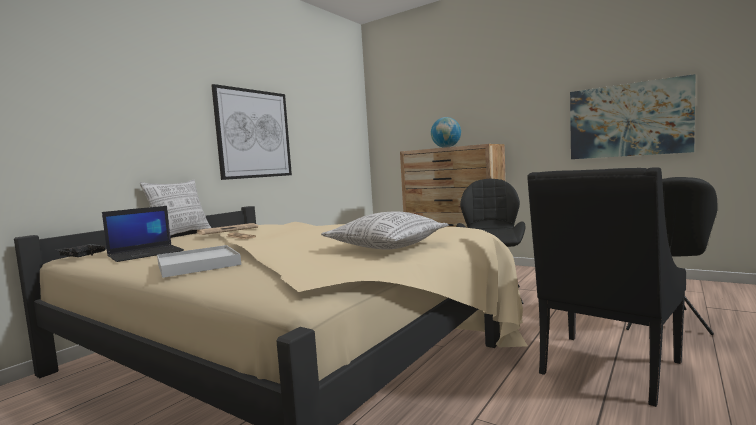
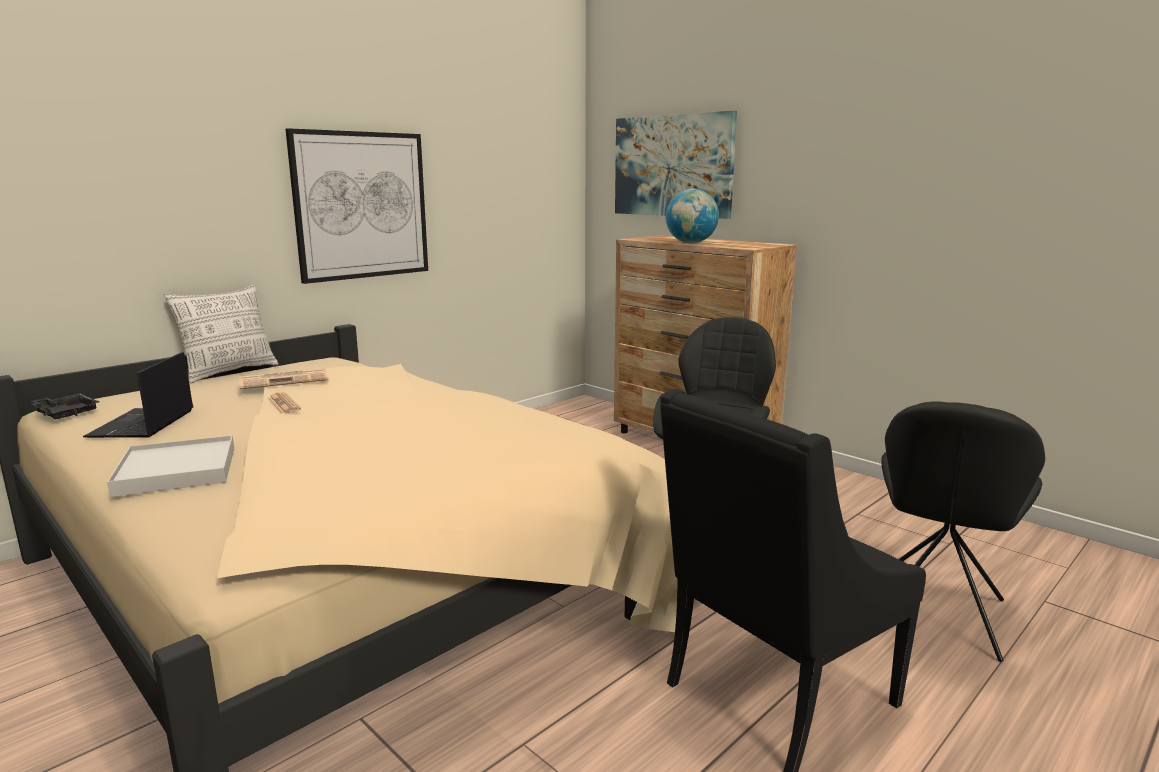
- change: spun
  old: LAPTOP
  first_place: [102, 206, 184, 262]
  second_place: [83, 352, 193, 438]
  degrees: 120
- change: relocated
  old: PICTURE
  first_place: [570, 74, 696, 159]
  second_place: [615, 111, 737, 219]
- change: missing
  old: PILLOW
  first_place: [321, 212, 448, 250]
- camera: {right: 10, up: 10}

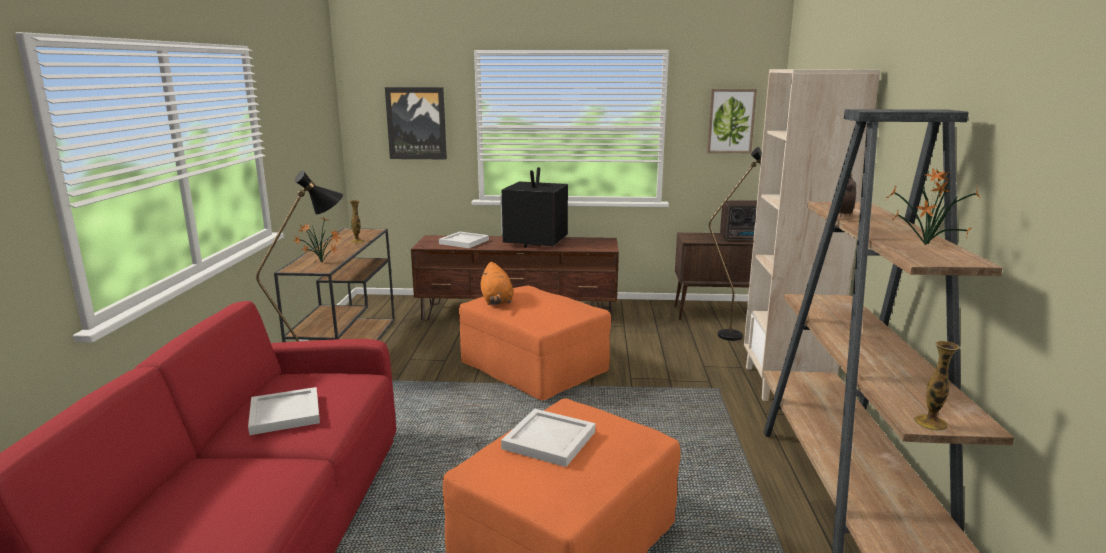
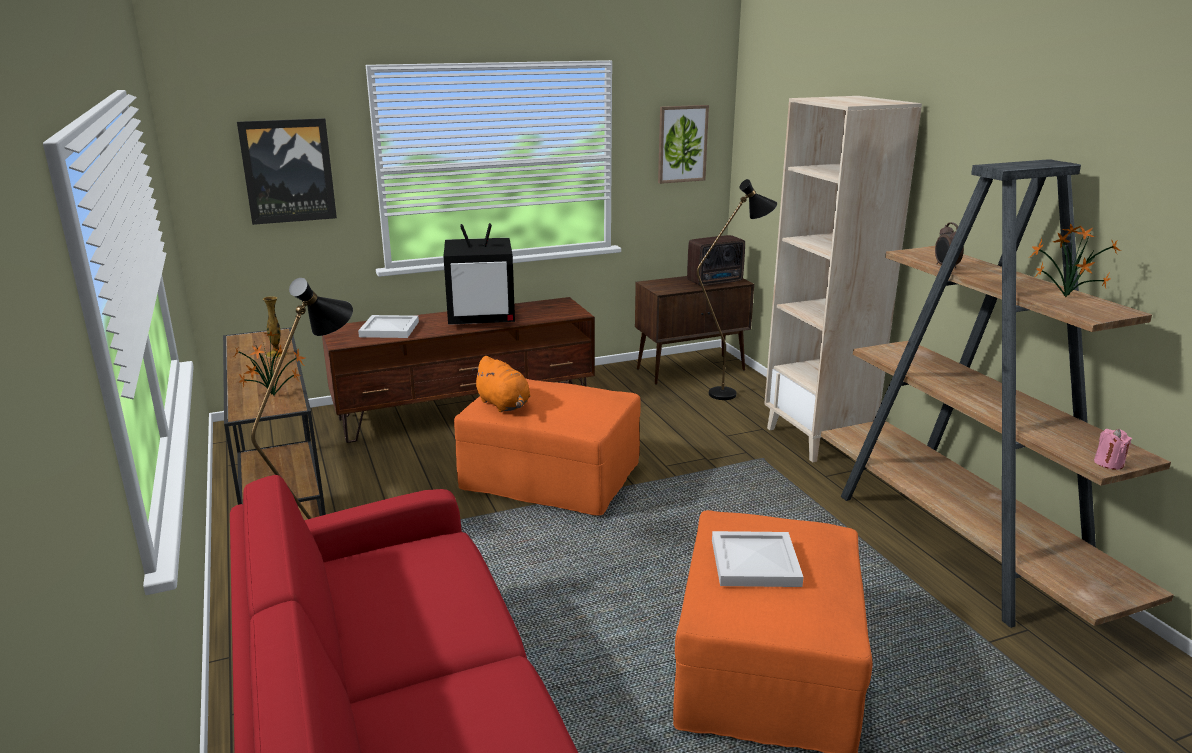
- change: spun
  old: TELEVISION
  first_place: [501, 167, 568, 248]
  second_place: [443, 223, 515, 325]
  degrees: -90
- change: exchanged
  old: VASE
  new: PINK CANDLE
  first_place: [914, 341, 960, 431]
  second_place: [1094, 429, 1132, 470]
- change: missing
  old: WHITE TRAY
  first_place: [248, 387, 320, 435]
- camera: {right: -25, up: 5}

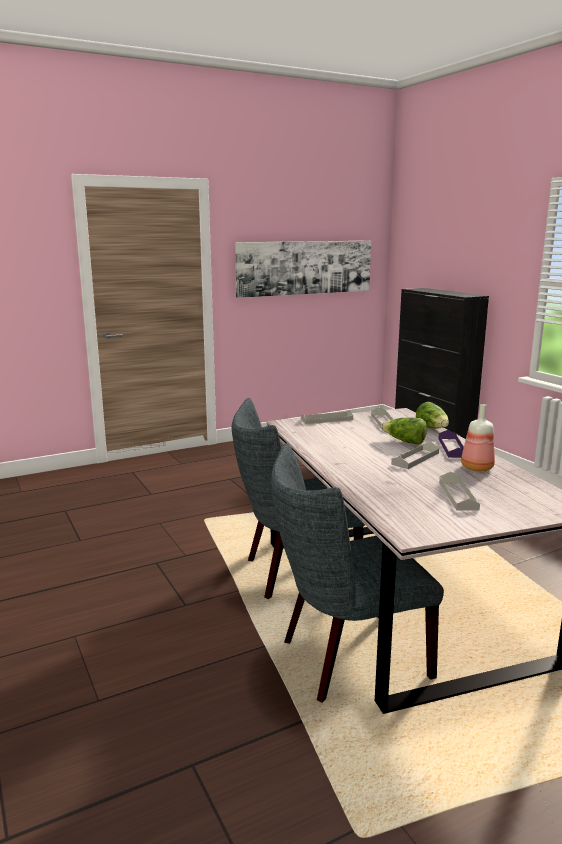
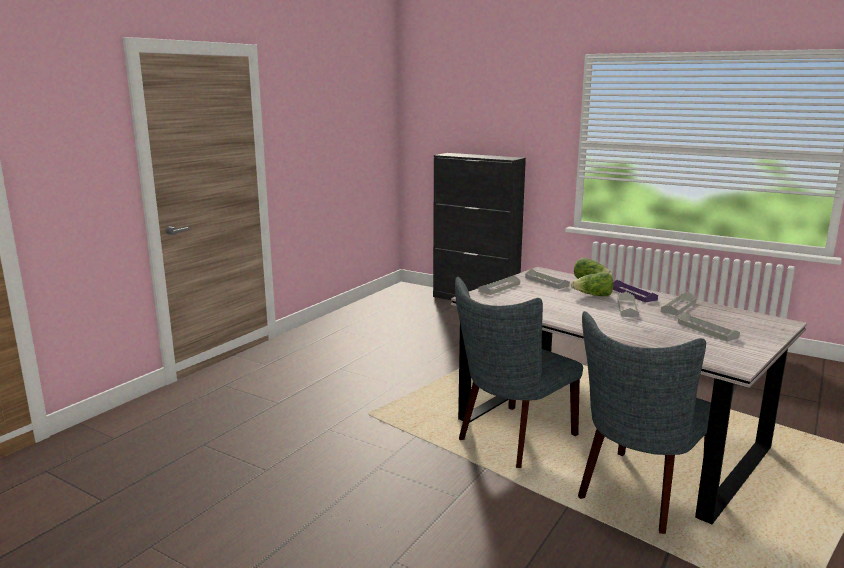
- change: exchanged
  old: BOTTLE
  new: GREY TRAY
  first_place: [461, 404, 495, 471]
  second_place: [661, 292, 697, 316]
- change: missing
  old: PICTURE
  first_place: [235, 241, 371, 298]
- camera: {right: -30, up: 0}

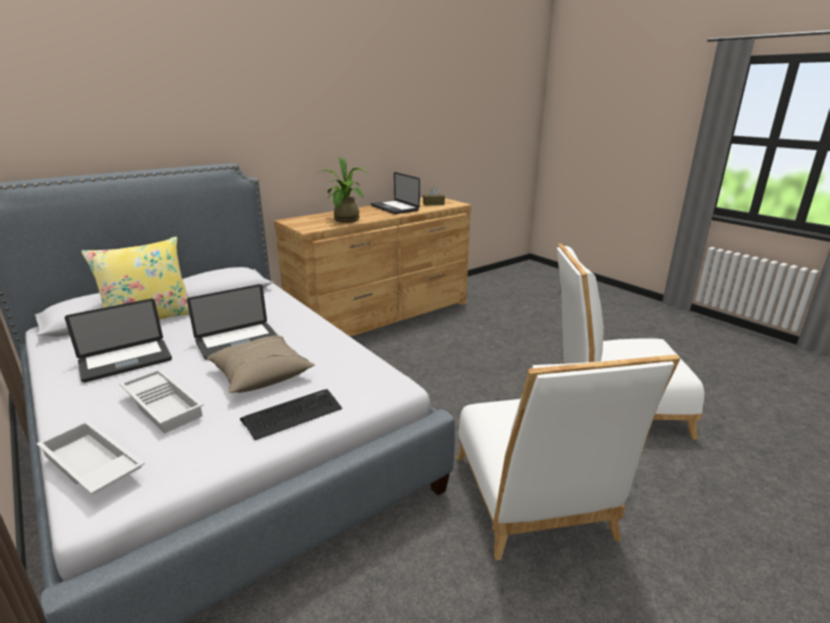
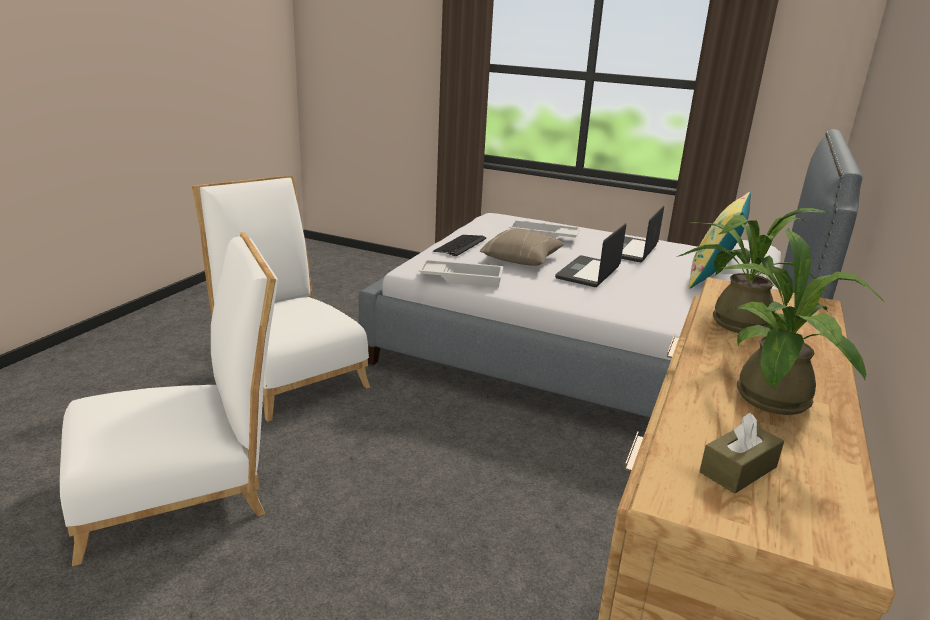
- change: relocated
  old: WHITE TRAY
  first_place: [36, 420, 145, 494]
  second_place: [419, 259, 504, 288]
- change: exchanged
  old: LAPTOP
  new: POTTED PLANT
  first_place: [371, 172, 420, 214]
  second_place: [719, 228, 884, 415]
- camera: {right: 150, up: 0}

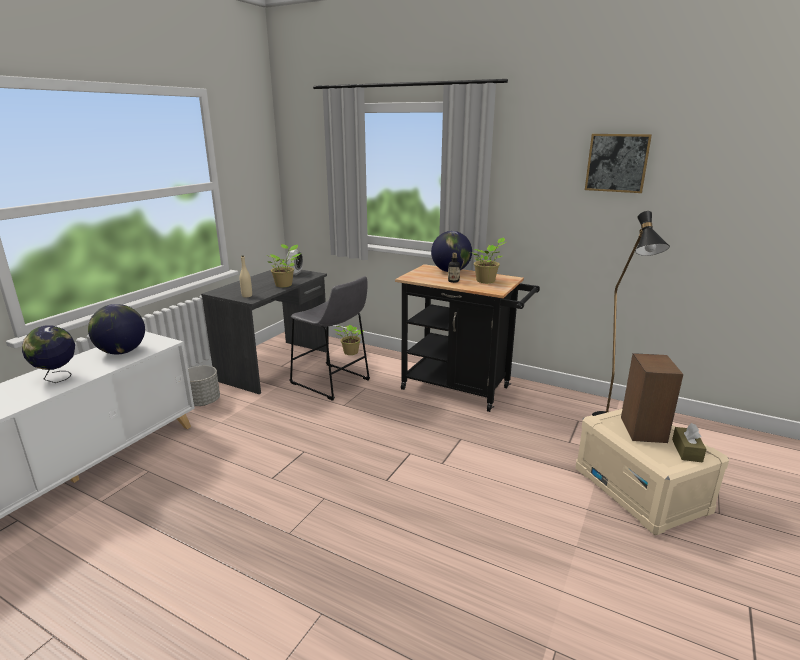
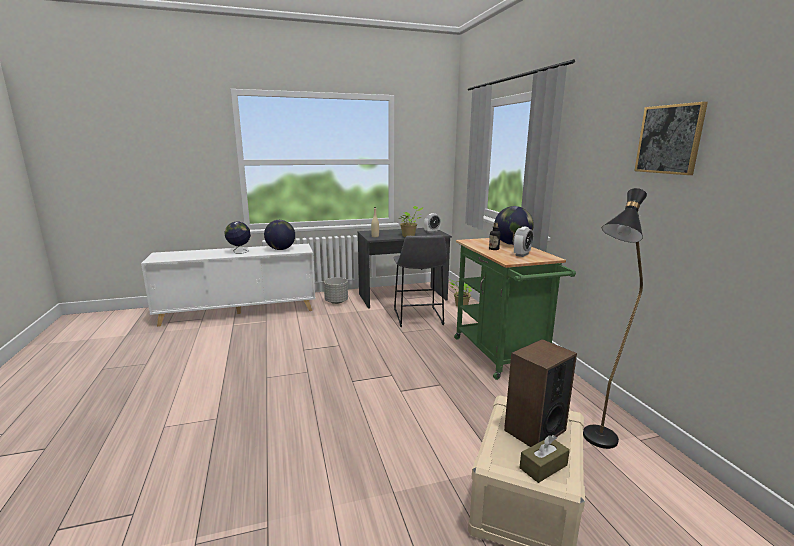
- change: colour
  old: BLACK CART
  new: GREEN CART
  first_place: [395, 264, 540, 412]
  second_place: [454, 238, 576, 380]
- change: exchanged
  old: POTTED PLANT
  new: ALARM CLOCK
  first_place: [471, 238, 506, 283]
  second_place: [513, 227, 534, 257]
- camera: {right: 45, up: -5}

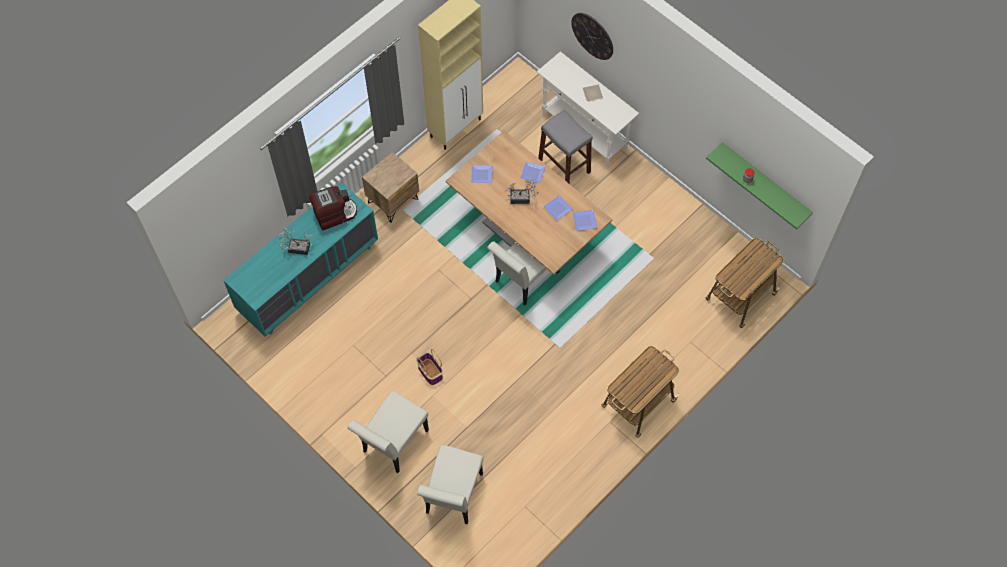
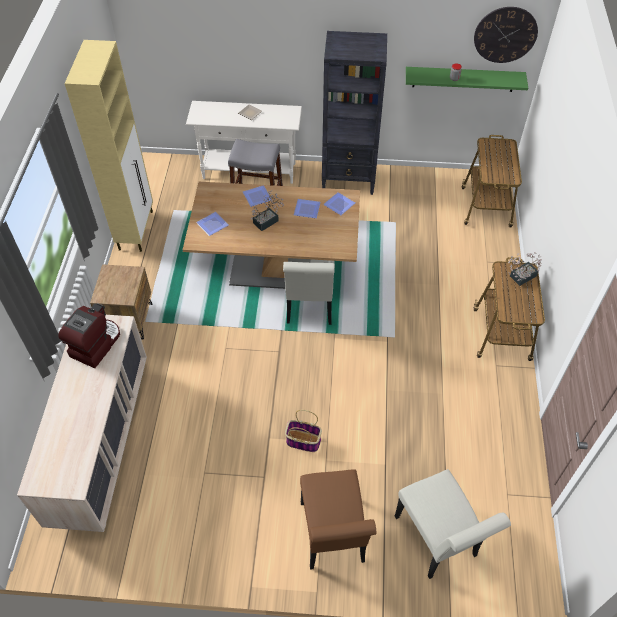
- change: colour
  old: TURQUOISE DRESSER
  new: BEIGE DRESSER
  first_place: [223, 182, 378, 336]
  second_place: [17, 315, 147, 532]
- change: colour
  old: WHITE CHAIR
  new: BROWN CHAIR
  first_place: [347, 391, 429, 473]
  second_place: [300, 470, 377, 570]
- change: appeared
  new: BLACK BOOKCASE
  second_place: [322, 31, 387, 195]
- change: relocated
  old: WALL CLOCK
  first_place: [571, 13, 613, 60]
  second_place: [474, 7, 538, 63]
- change: relocated
  old: POTTED PLANT
  first_place: [279, 227, 313, 255]
  second_place: [508, 252, 542, 286]
- camera: {right: -40, up: -10}

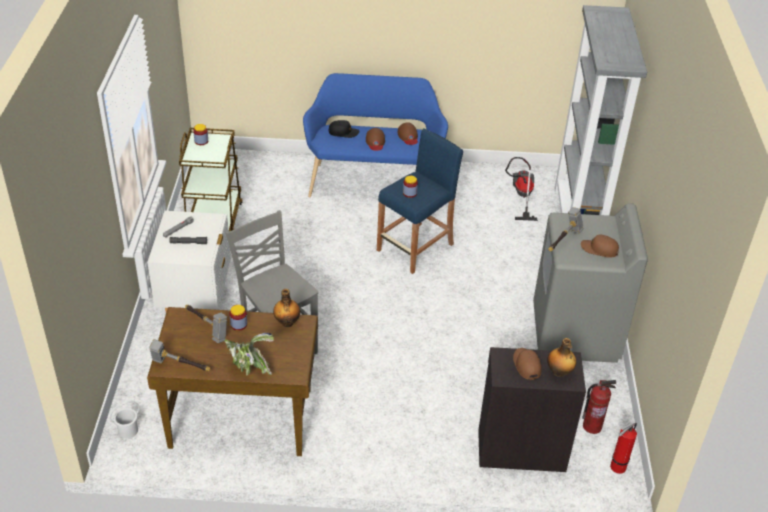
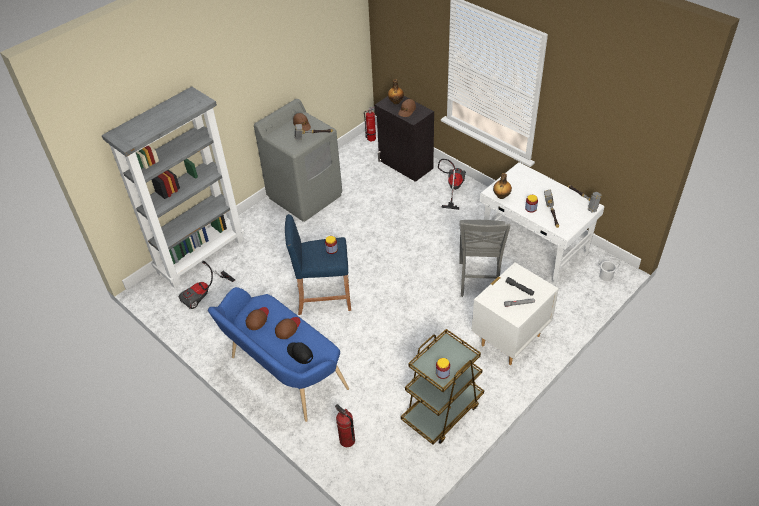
- change: relocated
  old: FIRE EXTINGUISHER
  first_place: [582, 380, 616, 434]
  second_place: [335, 404, 355, 447]
- change: appeared
  new: VACUUM CLEANER
  second_place: [438, 159, 466, 210]
- change: colour
  old: BROWN DESK
  new: WHITE DESK
  first_place: [147, 307, 318, 456]
  second_place: [480, 162, 604, 286]
- change: missing
  old: POTTED PLANT
  first_place: [224, 333, 274, 376]
- camera: {right: -135, up: 5}

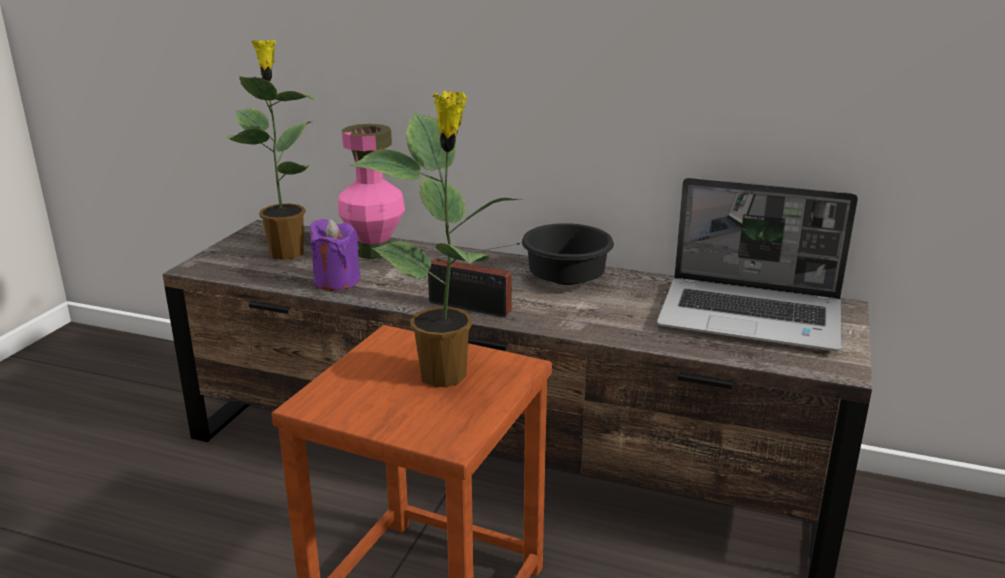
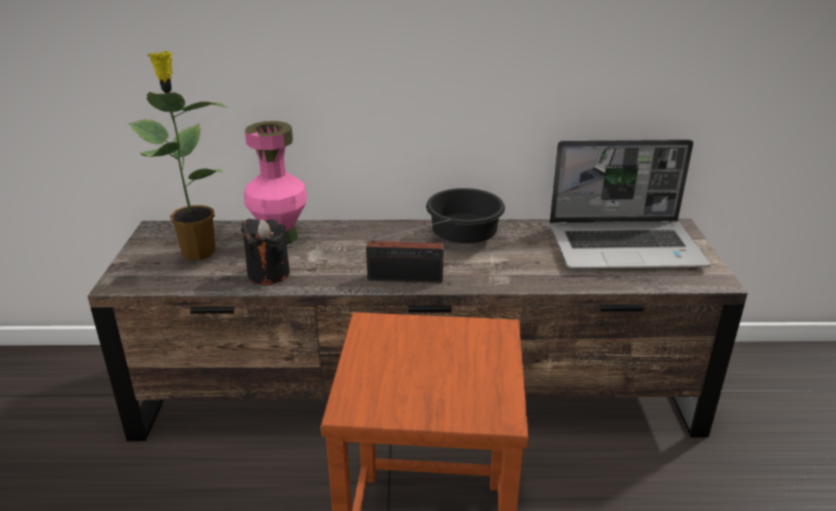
- change: colour
  old: PURPLE CANDLE
  new: BLACK CANDLE
  first_place: [310, 219, 360, 291]
  second_place: [241, 219, 290, 285]
- change: missing
  old: POTTED PLANT
  first_place: [350, 90, 522, 387]
- camera: {right: -20, up: 5}

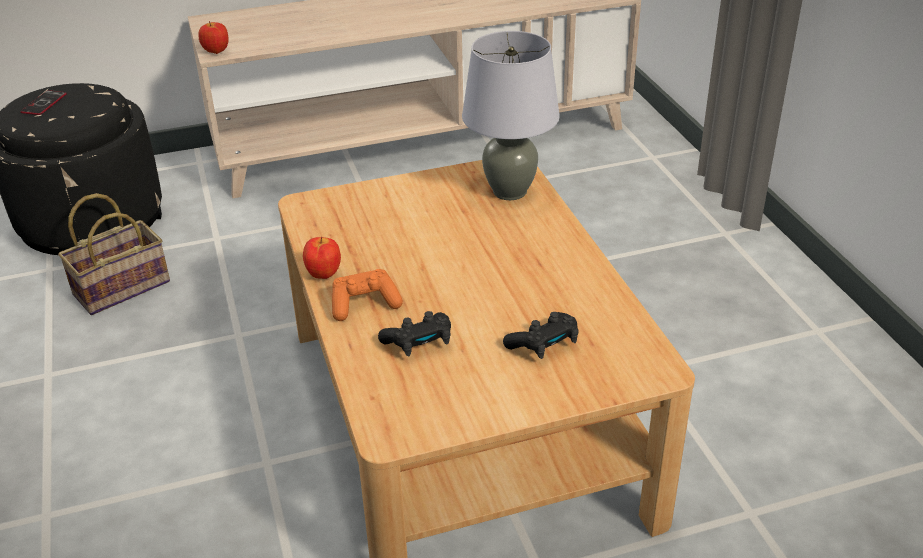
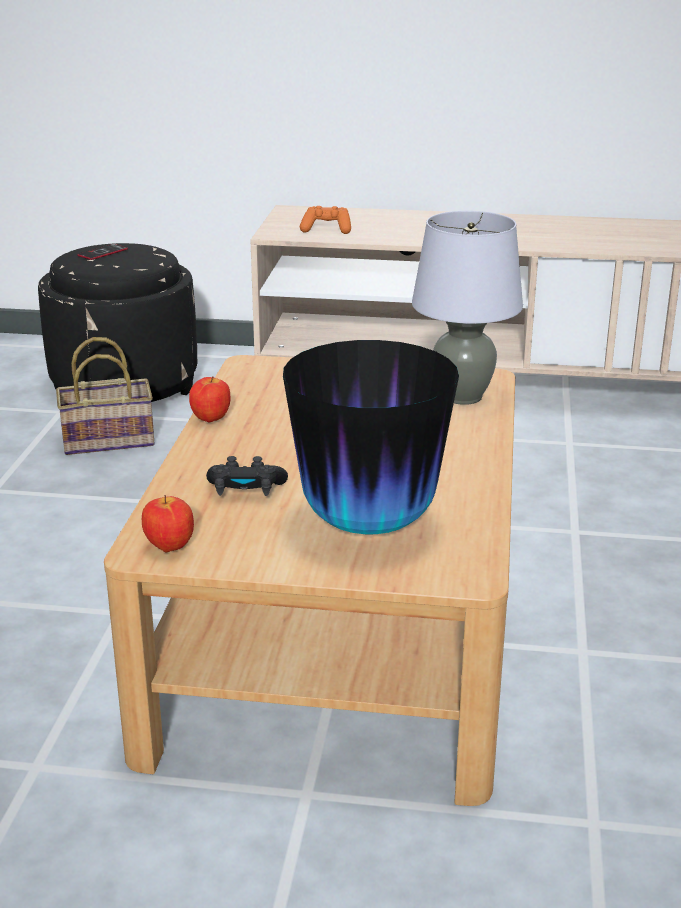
- change: relocated
  old: APPLE
  first_place: [198, 21, 229, 54]
  second_place: [142, 495, 194, 552]
- change: exchanged
  old: BLACK GAME CONTROLLER
  new: VASE
  first_place: [503, 312, 579, 359]
  second_place: [283, 340, 459, 534]
- change: relocated
  old: ORANGE GAME CONTROLLER
  first_place: [332, 269, 403, 321]
  second_place: [300, 206, 351, 234]
- camera: {right: 25, up: -10}

